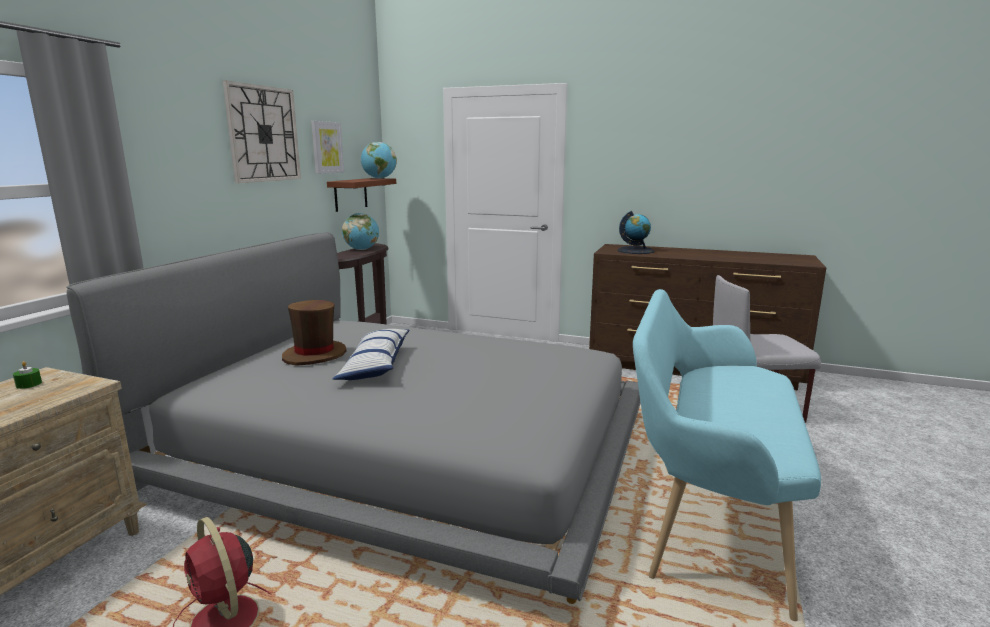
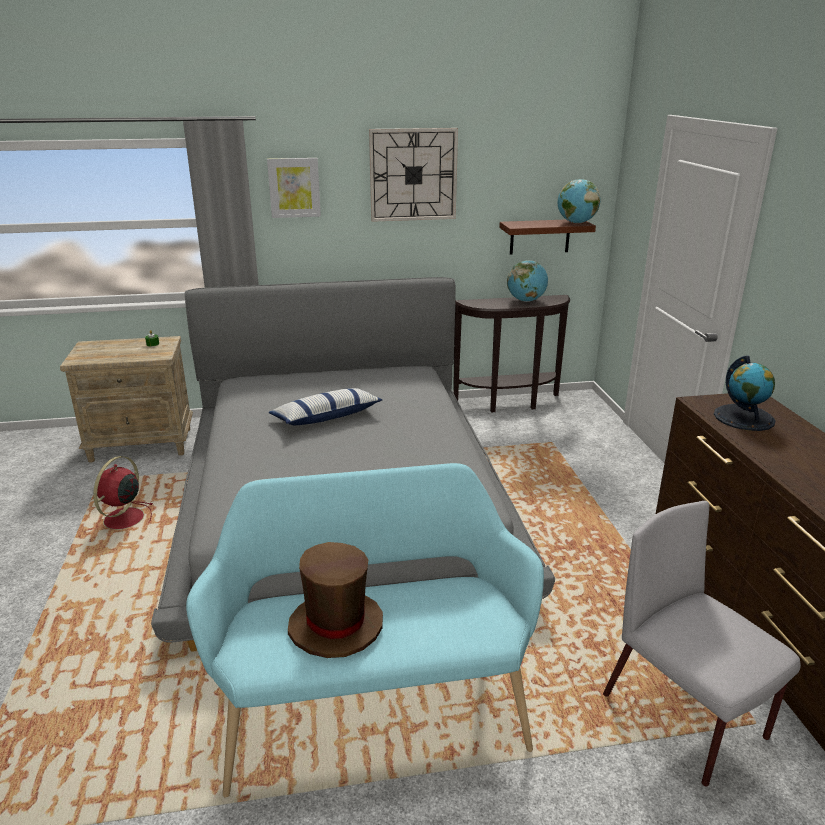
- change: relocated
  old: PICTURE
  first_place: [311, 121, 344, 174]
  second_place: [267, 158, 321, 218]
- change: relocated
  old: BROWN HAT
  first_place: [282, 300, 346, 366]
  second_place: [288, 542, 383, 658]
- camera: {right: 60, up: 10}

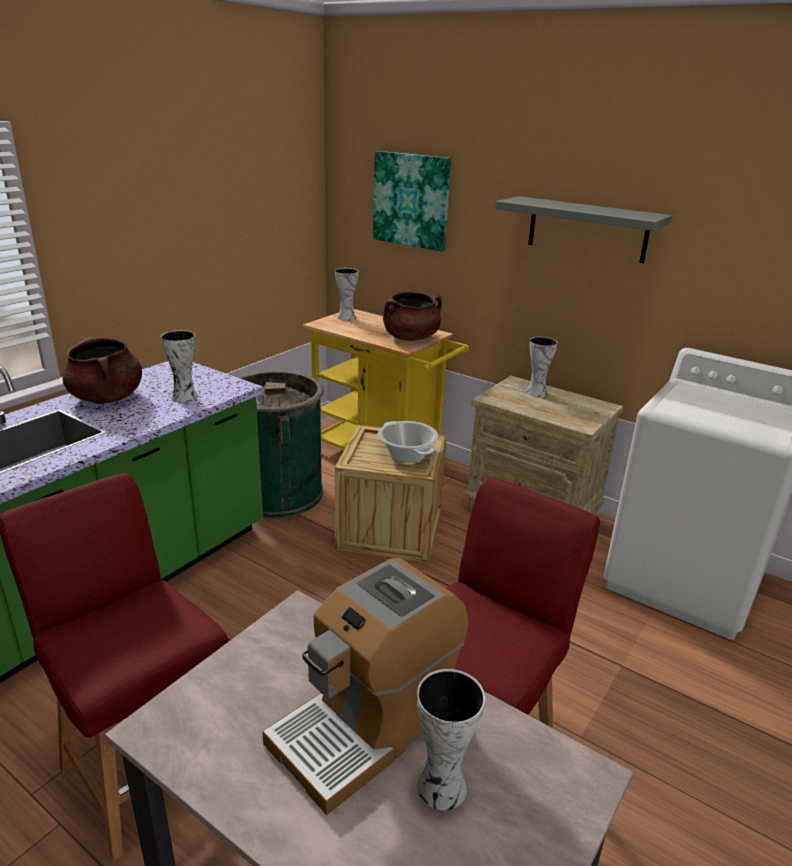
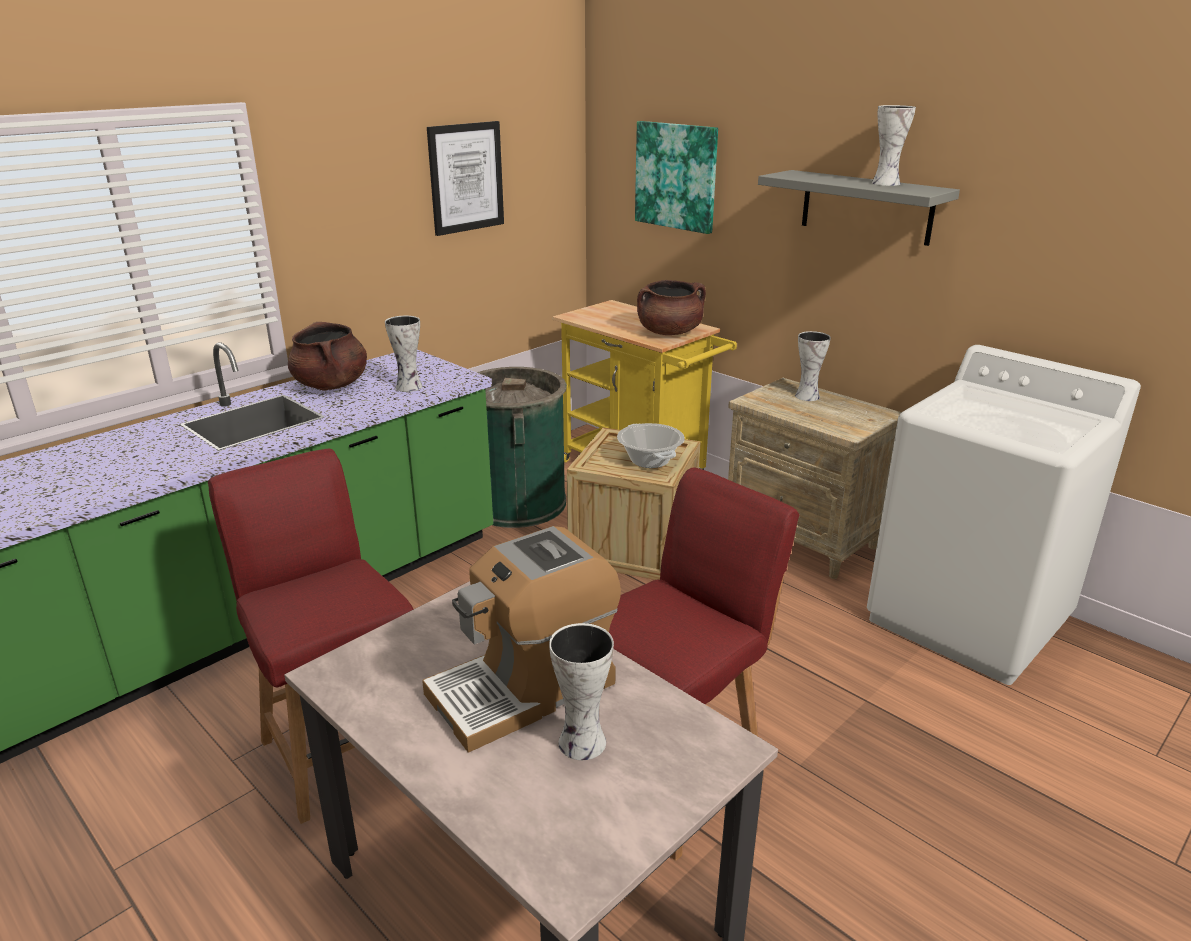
- change: appeared
  new: PICTURE
  second_place: [427, 121, 504, 236]
- change: relocated
  old: VASE
  first_place: [335, 268, 359, 321]
  second_place: [872, 105, 916, 186]
- camera: {right: 10, up: 0}

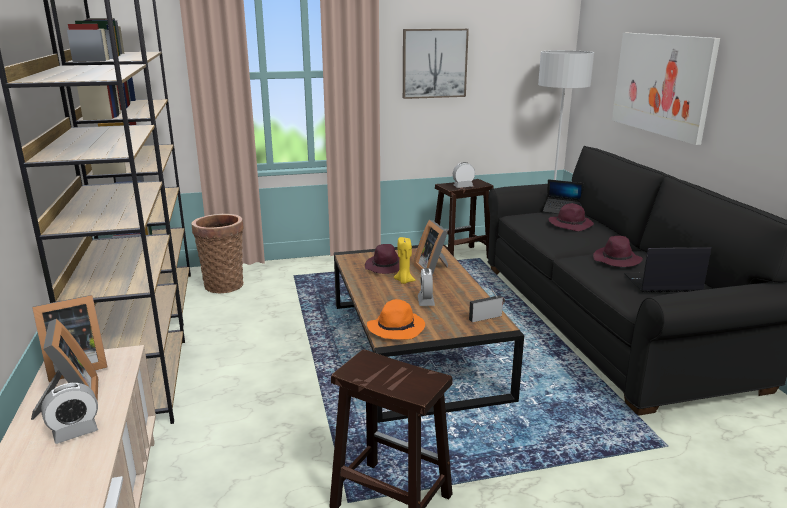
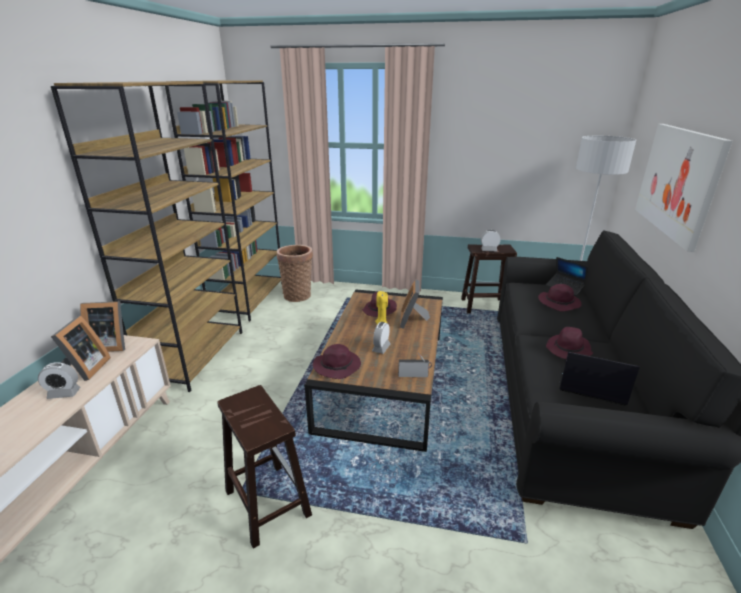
- change: colour
  old: ORANGE HAT
  new: PURPLE HAT
  first_place: [367, 299, 425, 339]
  second_place: [313, 344, 361, 379]
- change: missing
  old: PICTURE
  first_place: [403, 29, 469, 99]
- camera: {right: 25, up: 5}

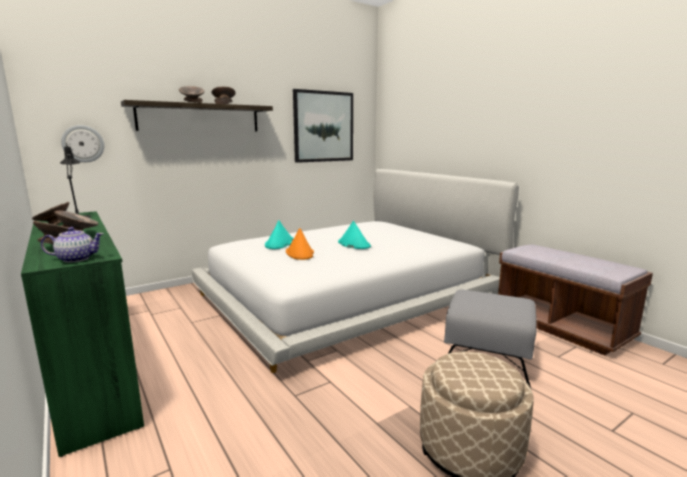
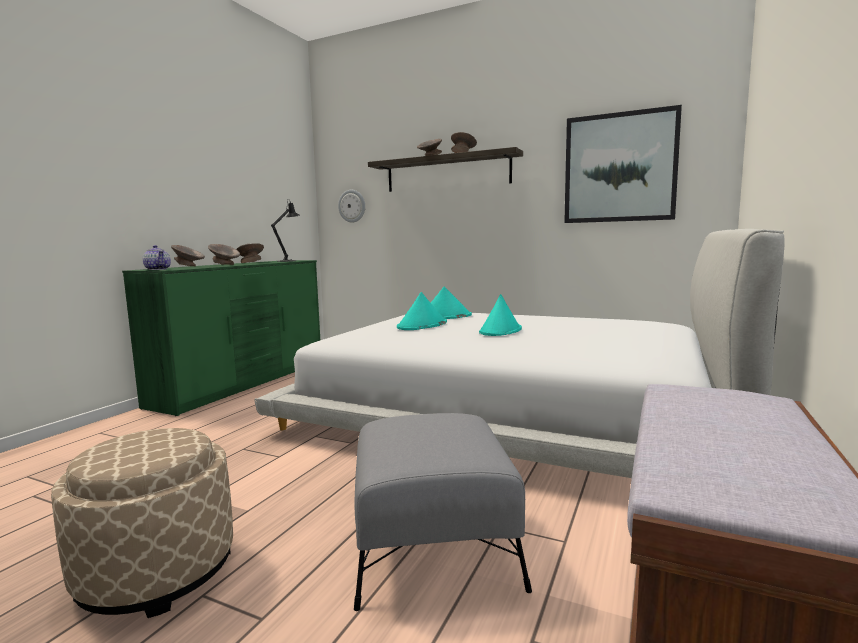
- change: colour
  old: ORANGE HAT
  new: TURQUOISE HAT
  first_place: [286, 228, 314, 260]
  second_place: [397, 292, 447, 330]
- camera: {right: 60, up: -5}

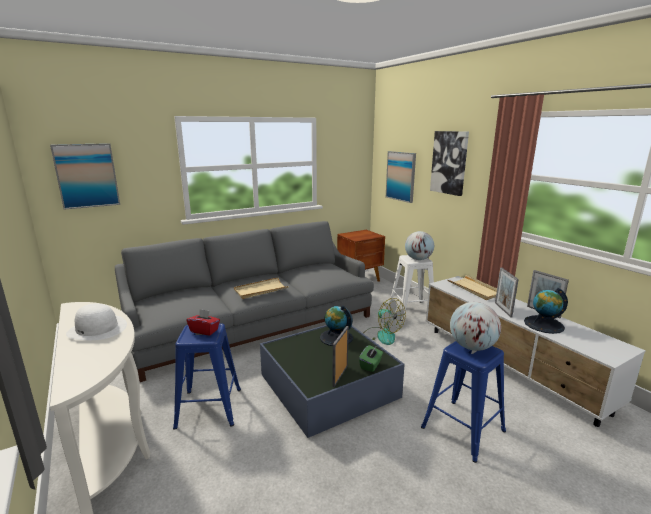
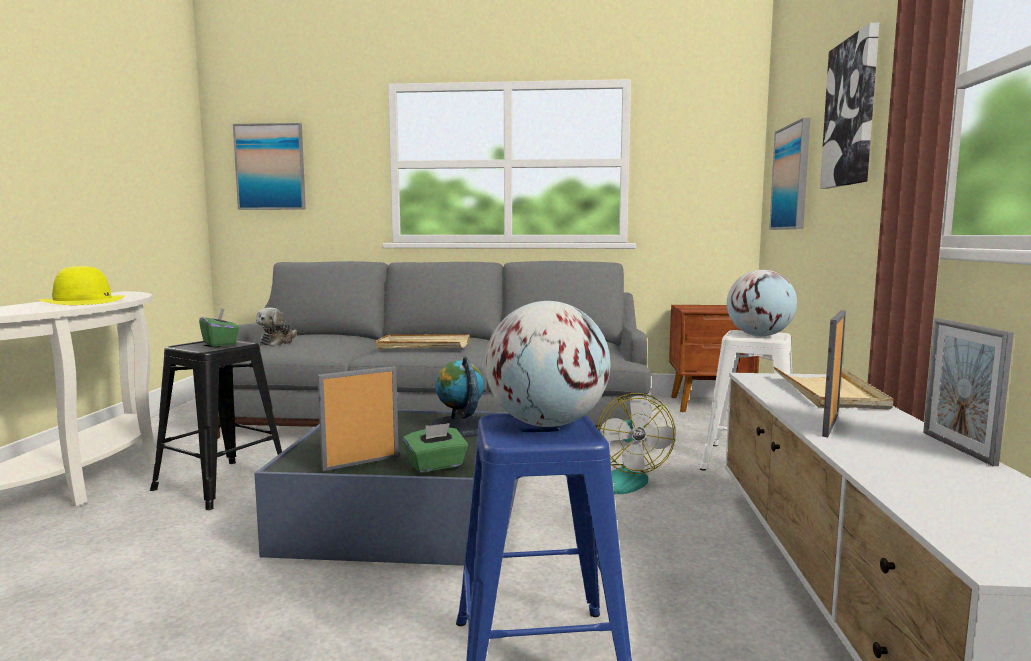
- change: colour
  old: WHITE HAT
  new: YELLOW HAT
  first_place: [66, 304, 127, 340]
  second_place: [39, 266, 124, 305]
- change: colour
  old: BLUE STOOL
  new: BLACK STOOL
  first_place: [173, 323, 241, 430]
  second_place: [150, 340, 282, 510]
- change: colour
  old: RED TISSUE BOX
  new: GREEN TISSUE BOX
  first_place: [186, 309, 220, 335]
  second_place: [199, 308, 239, 347]
- change: appeared
  new: PLUSH TOY
  second_place: [256, 307, 297, 346]
- change: missing
  old: GLOBE
  first_place: [524, 288, 568, 334]
- camera: {right: 35, up: -10}

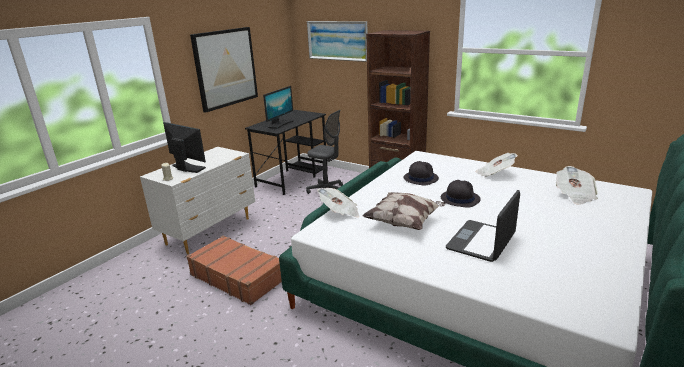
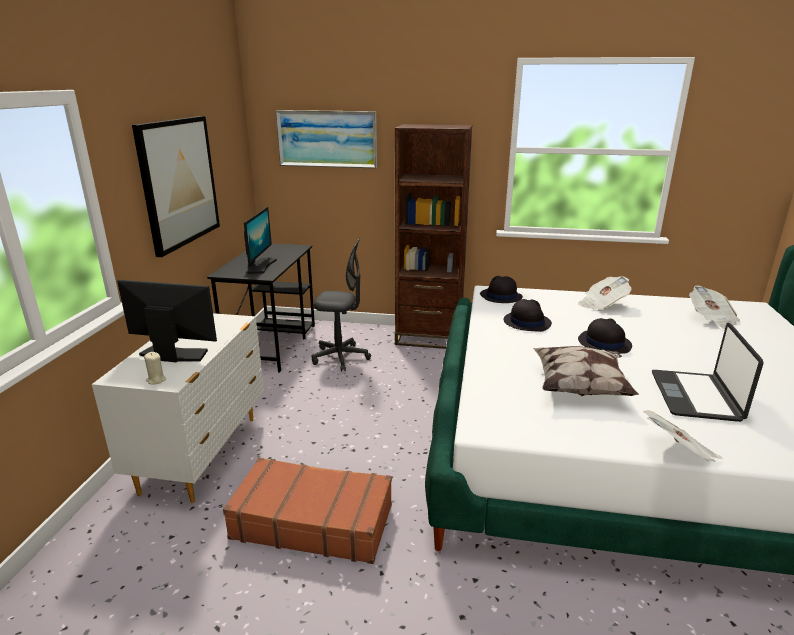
- change: appeared
  new: BLACK HAT
  second_place: [480, 276, 523, 303]
- change: relocated
  old: NEWSPAPER
  first_place: [317, 188, 359, 217]
  second_place: [644, 410, 723, 462]
- camera: {right: -25, up: 0}

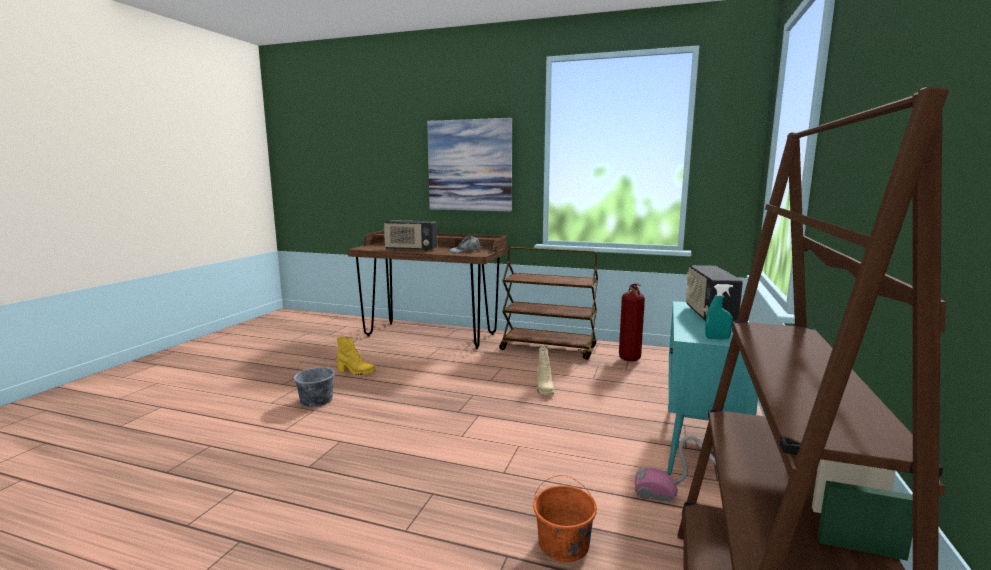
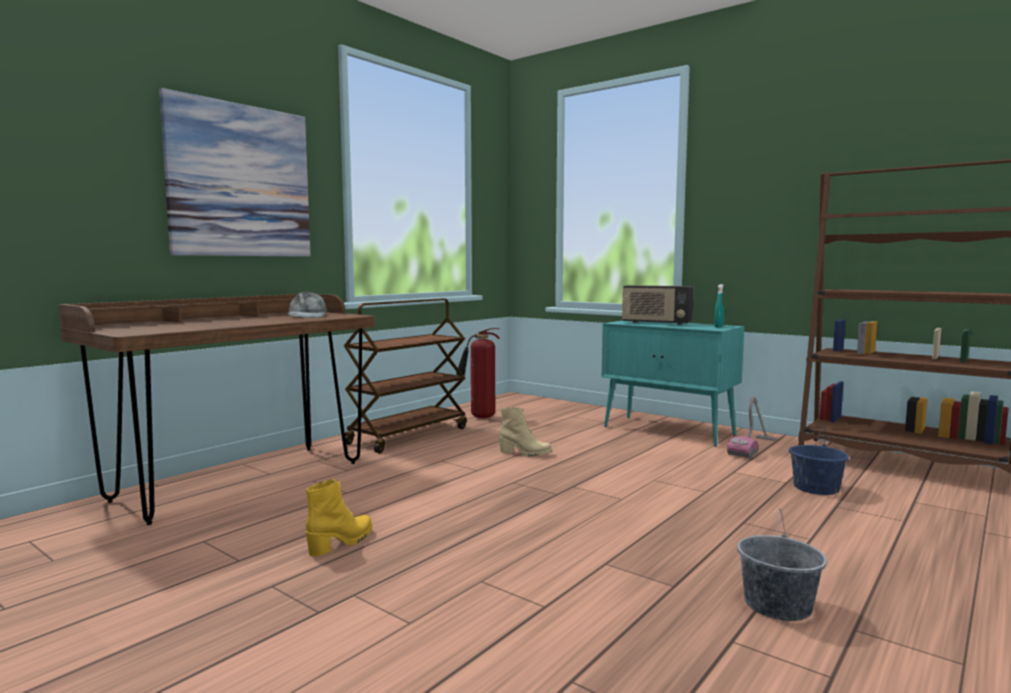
- change: relocated
  old: GREY BUCKET
  first_place: [294, 354, 335, 407]
  second_place: [737, 508, 827, 621]
- change: colour
  old: ORANGE BUCKET
  new: BLUE BUCKET
  first_place: [533, 475, 597, 562]
  second_place: [789, 426, 849, 495]
- change: missing
  old: RADIO
  first_place: [384, 220, 437, 251]
- camera: {right: -70, up: -5}

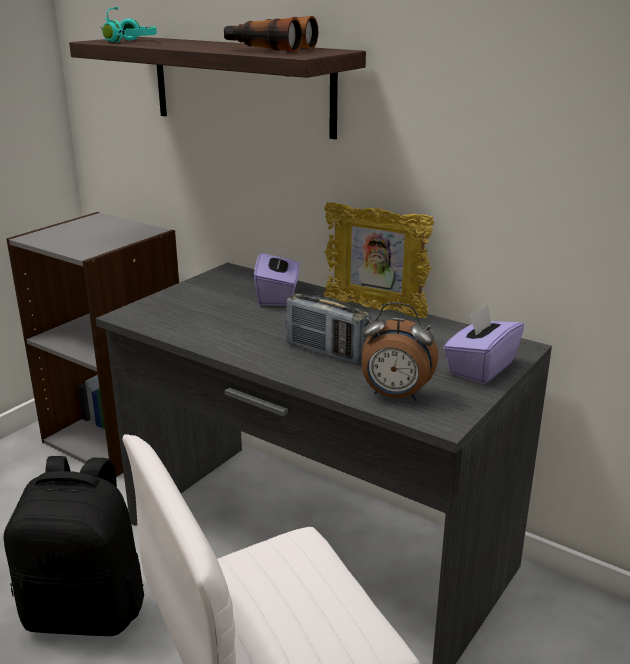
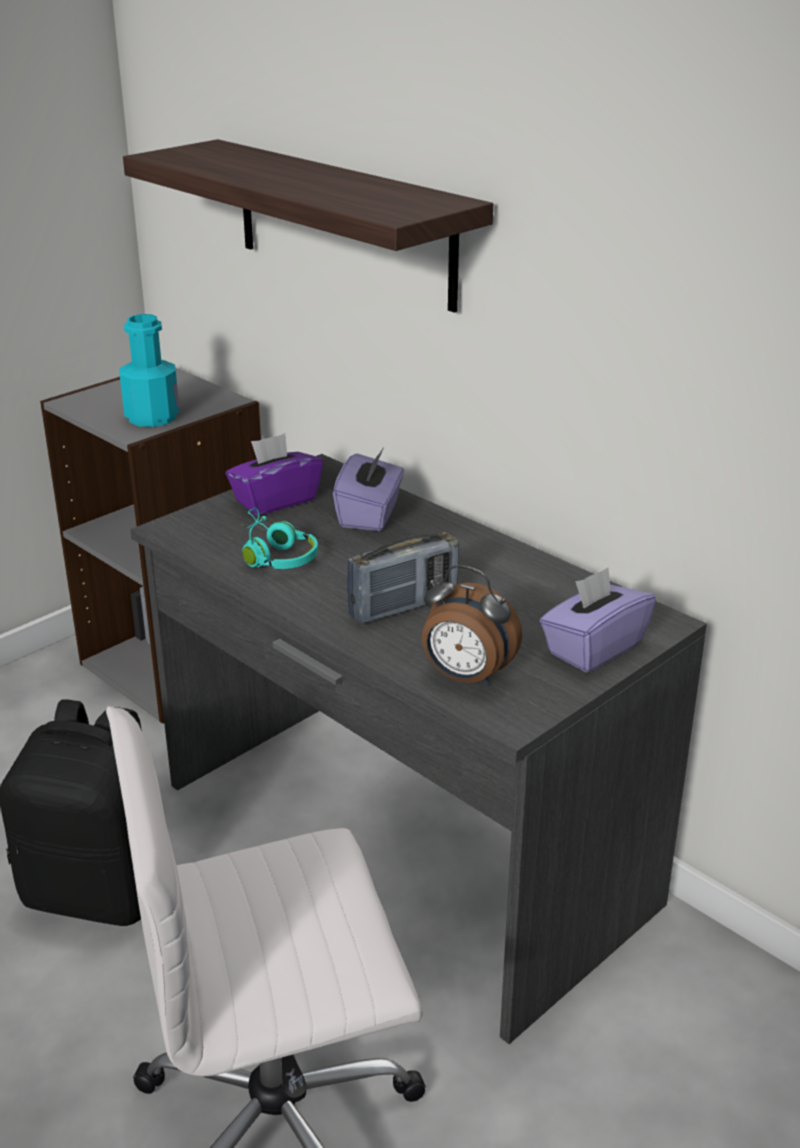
- change: appeared
  new: TURQUOISE BOTTLE
  second_place: [120, 314, 180, 427]
- change: appeared
  new: PURPLE TISSUE BOX
  second_place: [226, 433, 323, 516]
- change: relocated
  old: TURQUOISE HEADPHONES
  first_place: [101, 6, 157, 43]
  second_place: [242, 508, 318, 569]
- change: spun
  old: RADIO
  first_place: [286, 294, 371, 365]
  second_place: [346, 532, 459, 624]
  degrees: -75
- change: missing
  old: BINOCULARS
  first_place: [224, 16, 318, 52]
- change: missing
  old: PICTURE FRAME
  first_place: [324, 202, 434, 318]
- camera: {right: 10, up: 5}

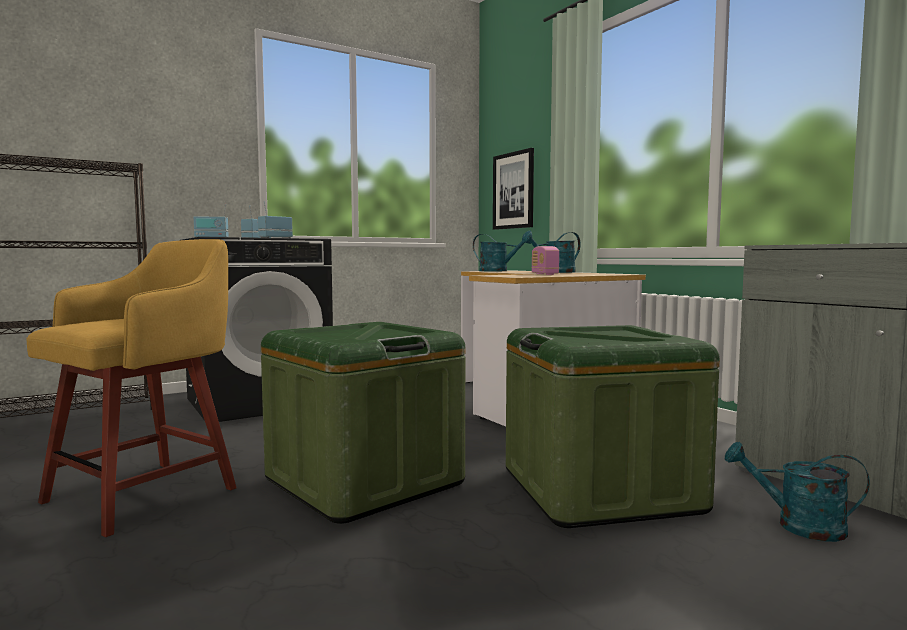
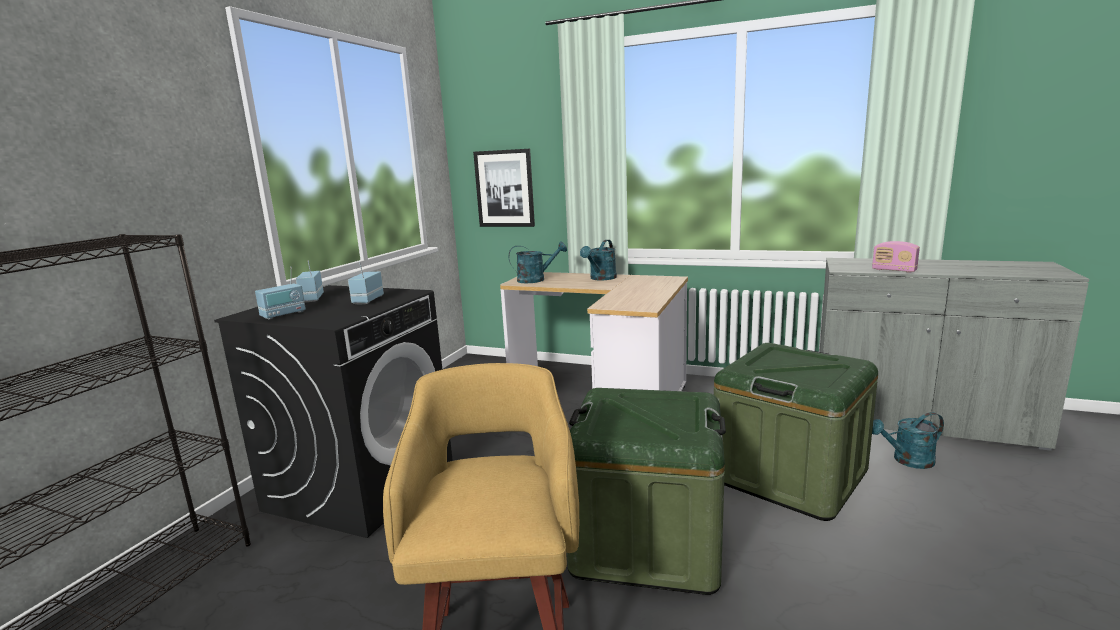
- change: relocated
  old: RADIO
  first_place: [531, 246, 559, 275]
  second_place: [872, 241, 920, 273]
- camera: {right: -35, up: 10}

